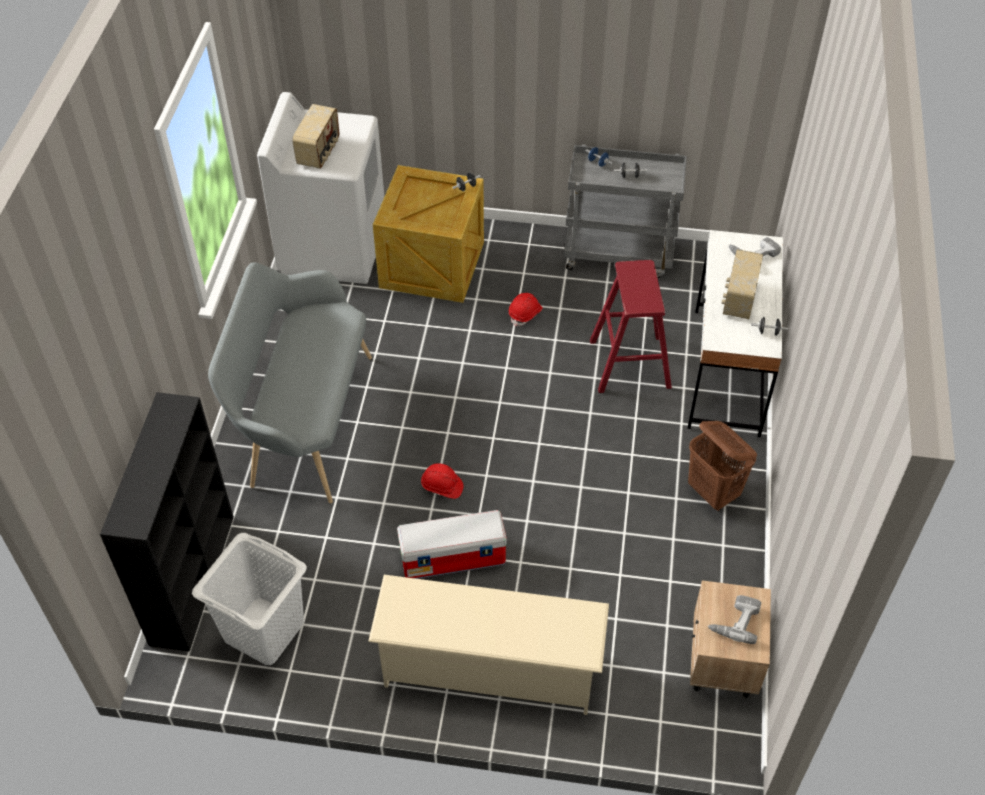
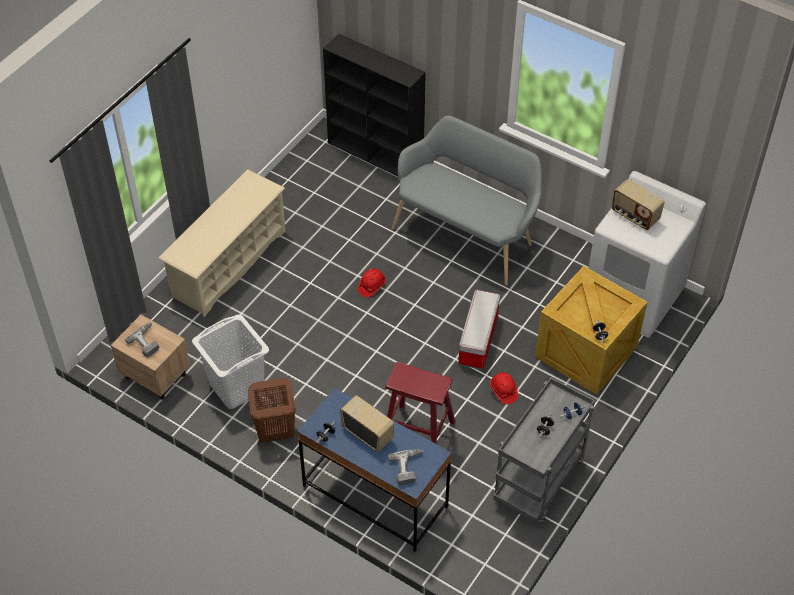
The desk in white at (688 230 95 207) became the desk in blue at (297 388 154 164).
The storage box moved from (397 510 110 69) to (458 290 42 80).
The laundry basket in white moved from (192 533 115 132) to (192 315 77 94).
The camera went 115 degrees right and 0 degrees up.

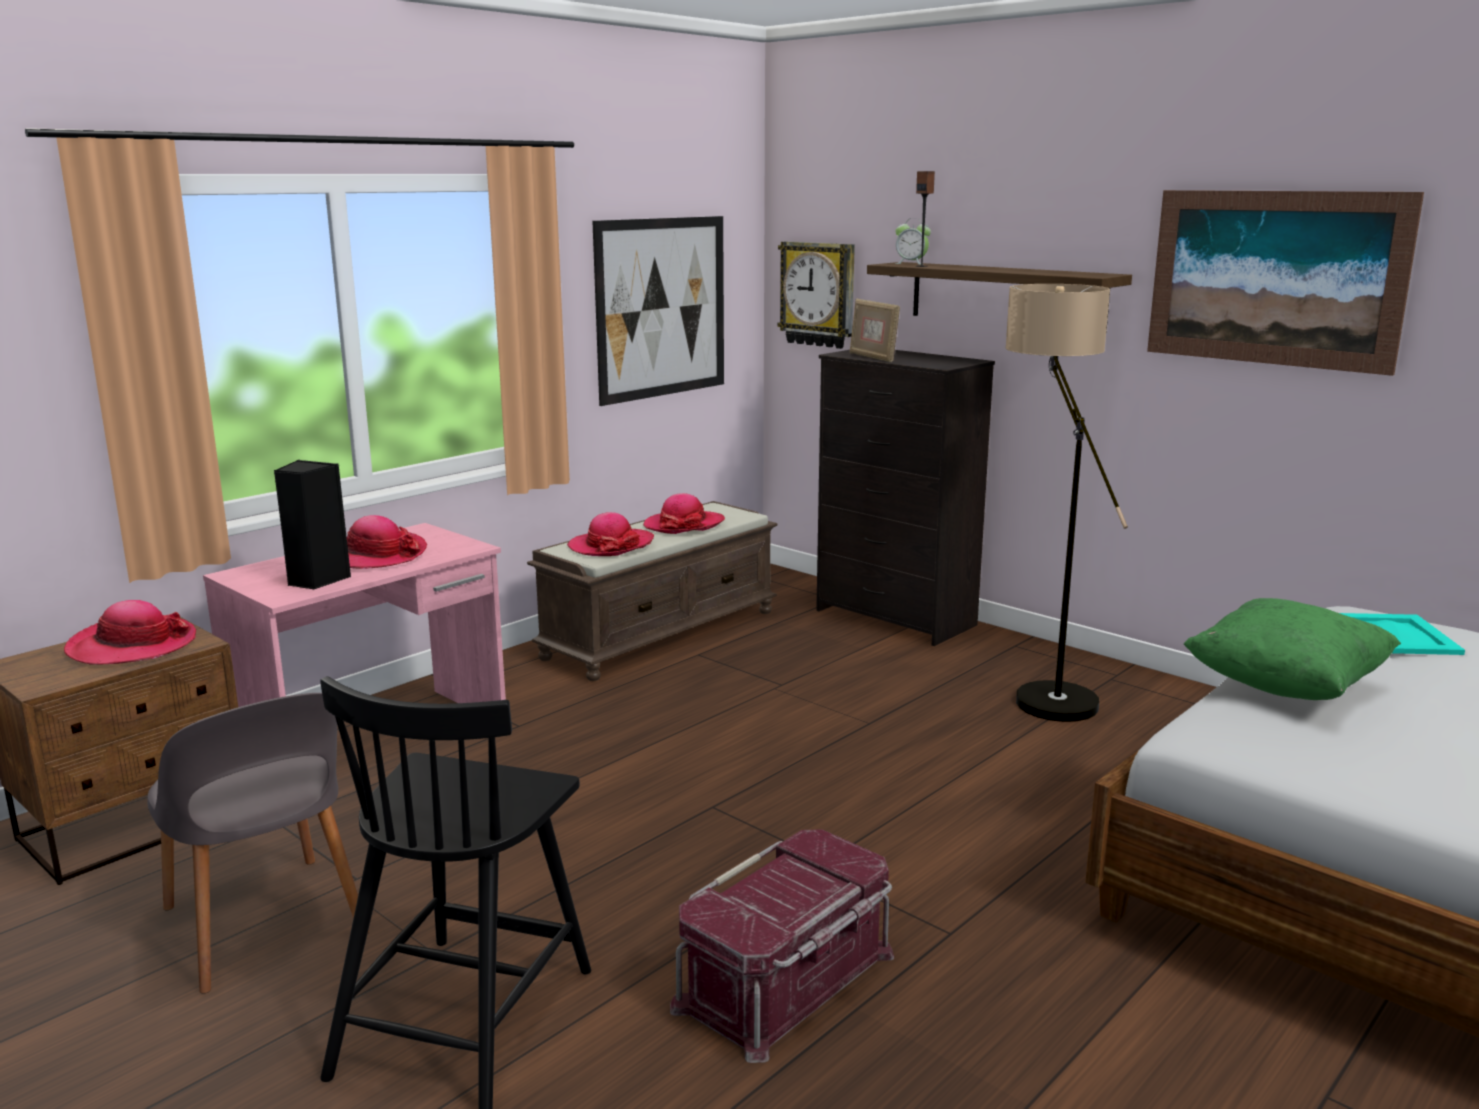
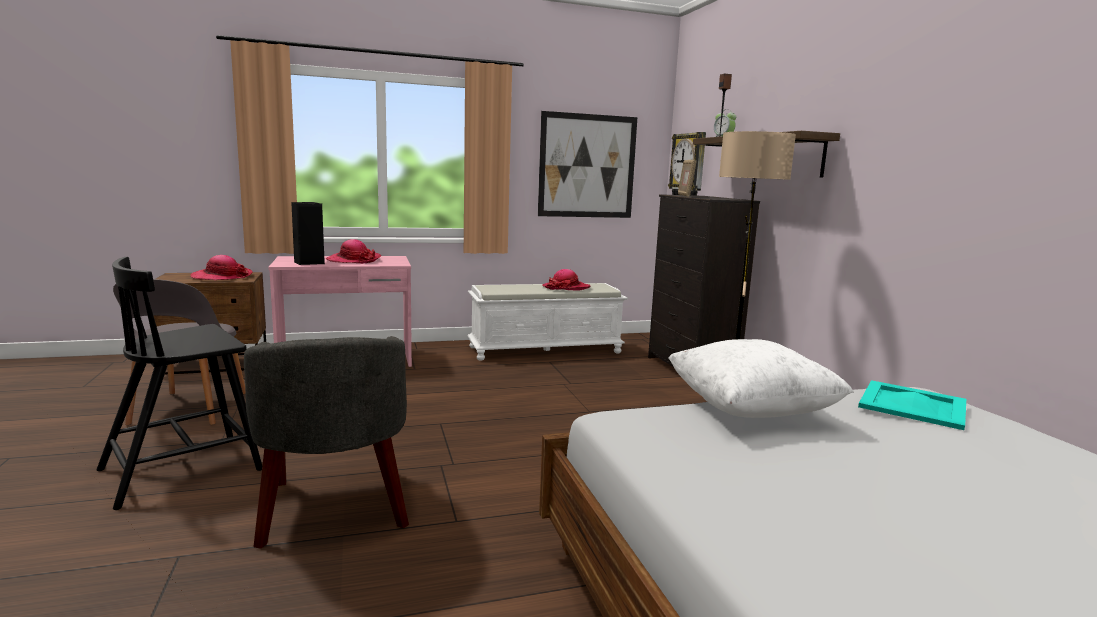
The picture at (1147 190 277 186) disappeared.
The bench in brown at (527 501 251 180) became the bench in white at (467 283 161 78).
The hat at (567 512 87 44) disappeared.
The pillow in green at (1183 598 218 102) became the pillow in white at (668 339 186 79).
The storage box in red at (670 829 224 234) was replaced by the armchair in grey at (244 336 165 213).
The camera went 30 degrees right and 5 degrees down.

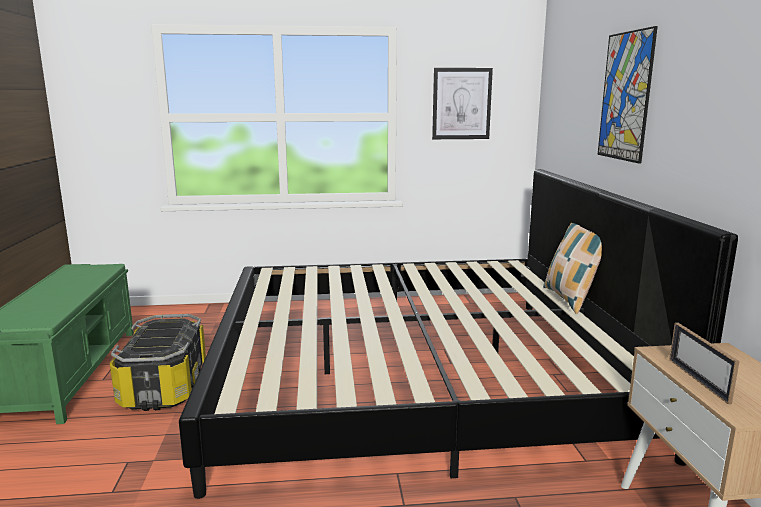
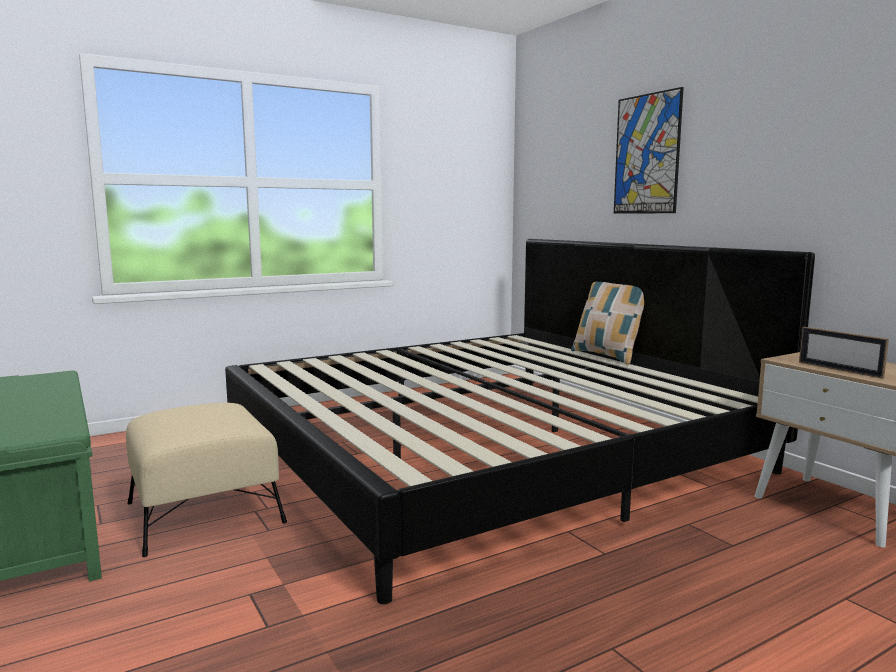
The picture at (432 68 61 71) disappeared.
The storage box at (110 314 96 97) was replaced by the ottoman in beige at (126 403 161 154).
The camera went 25 degrees left and 5 degrees down.

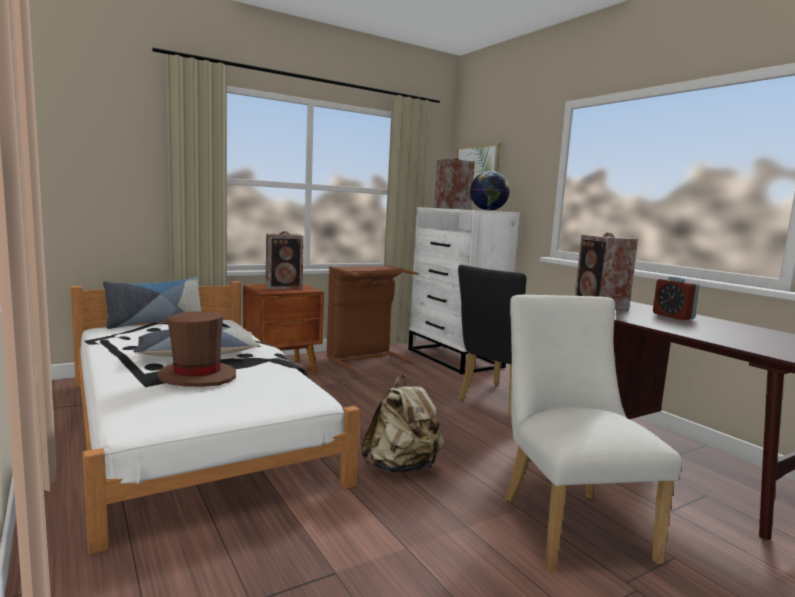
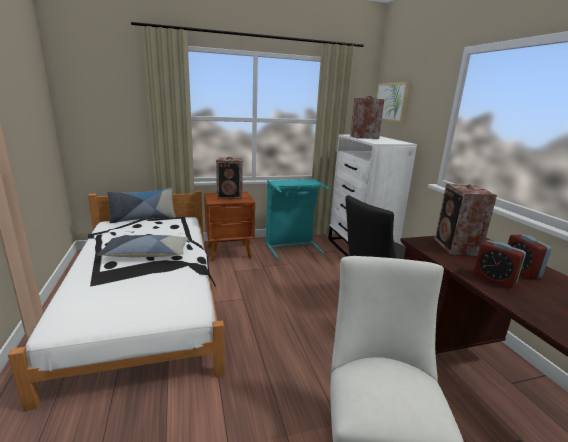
The globe at (470 171 40 40) disappeared.
The laundry basket in brown at (326 265 92 107) became the laundry basket in turquoise at (265 179 66 80).
The hat in brown at (157 311 79 76) disappeared.
The backpack in beige at (361 375 83 98) disappeared.
The alarm clock at (473 240 53 48) appeared.
The camera went 15 degrees right and 10 degrees up.

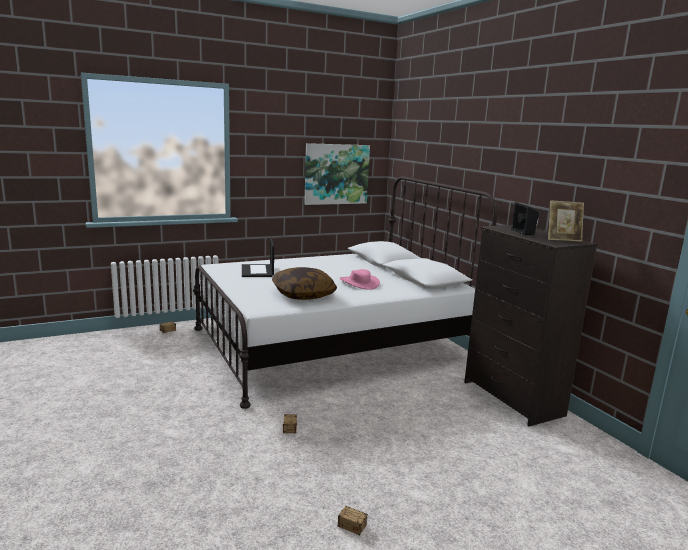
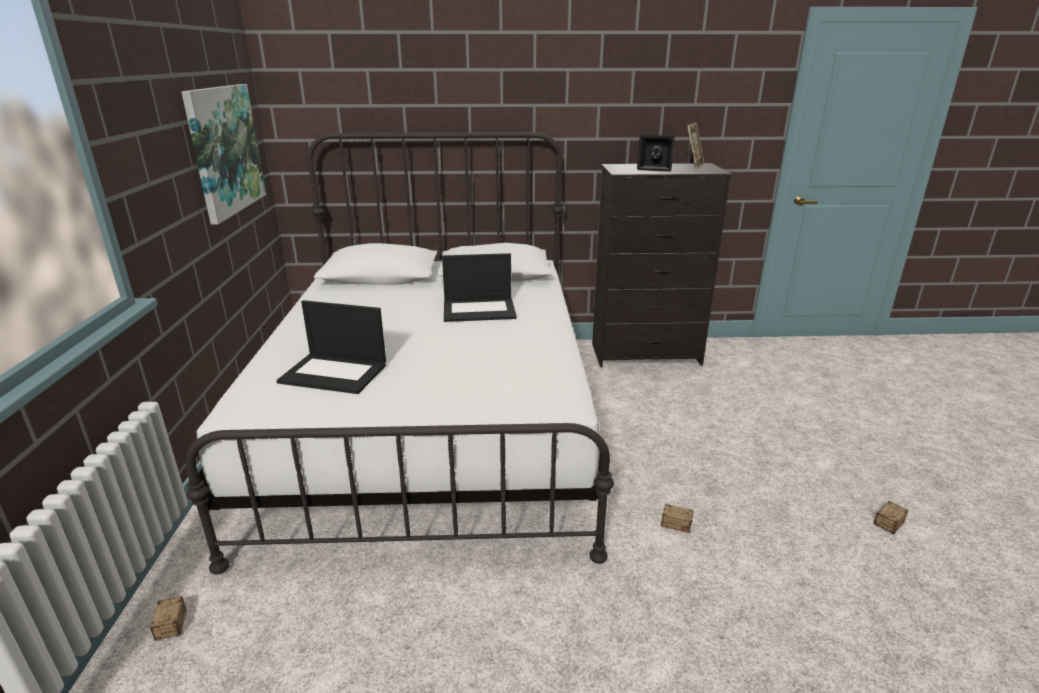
The pillow at (272 267 65 33) disappeared.
The hat in pink at (340 269 40 21) was replaced by the laptop at (442 253 75 69).
The camera went 65 degrees left and 10 degrees up.

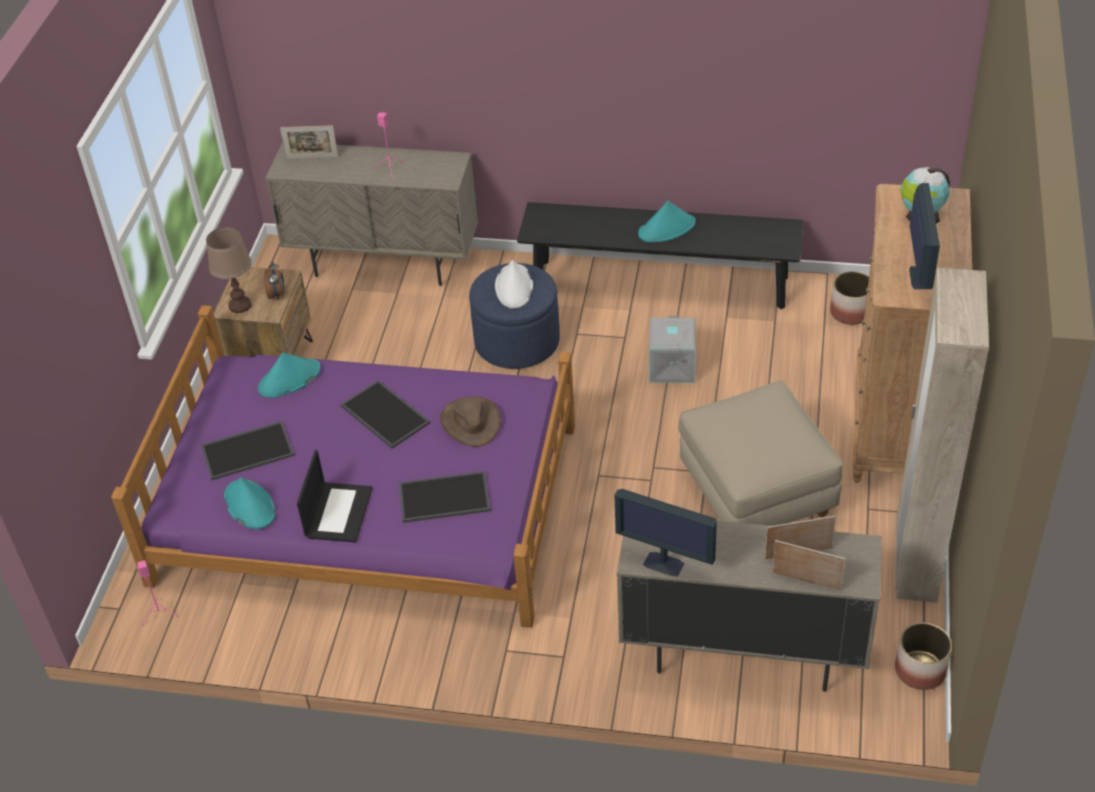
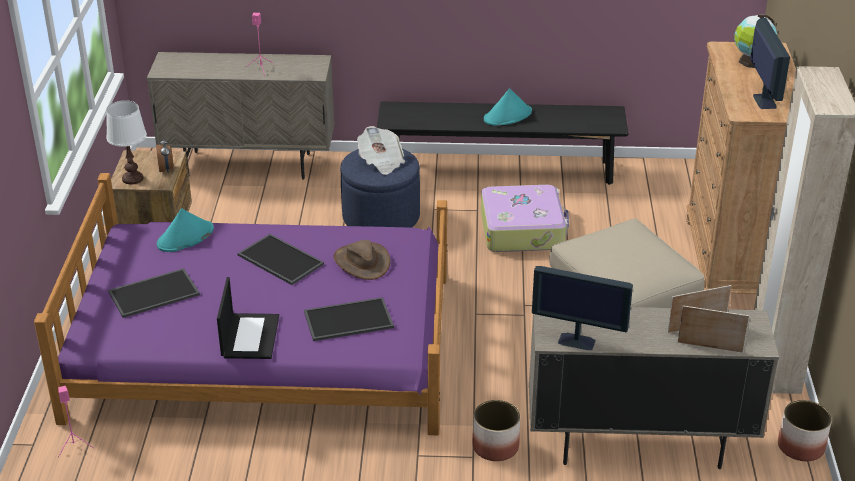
The picture frame at (280 125 58 34) disappeared.
The table lamp in brown at (206 227 46 86) became the table lamp in white at (106 100 41 84).
The hat in white at (495 260 38 49) was replaced by the newspaper at (357 126 48 49).
The planter moved from (830 271 39 54) to (472 400 48 61).
The storage box in grey at (649 316 47 67) was replaced by the suitcase at (481 185 88 67).
The hat in turquoise at (224 477 51 52) disappeared.
The camera went 10 degrees left and 10 degrees down.

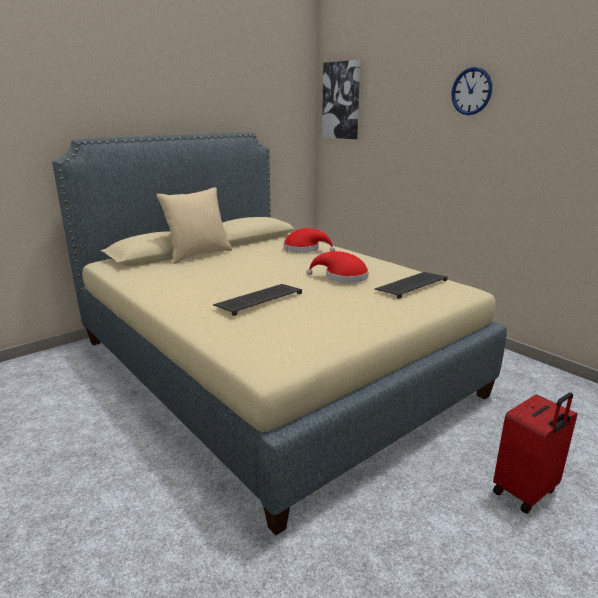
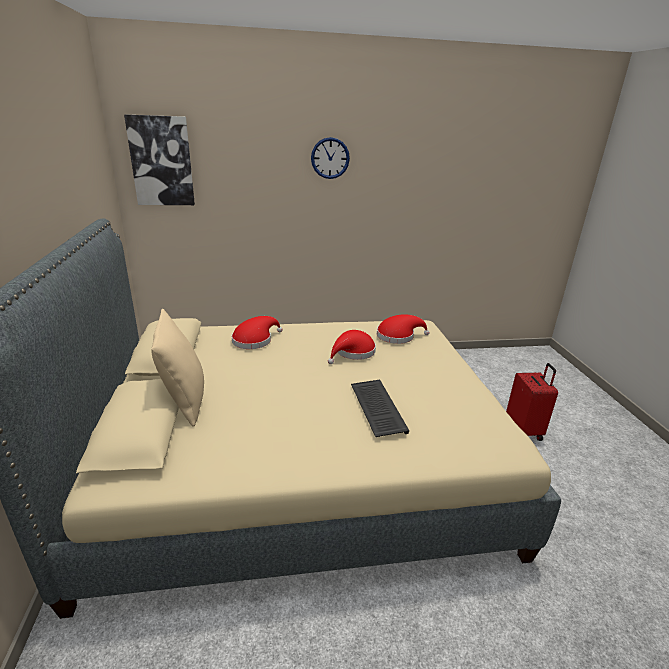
The keyboard at (374 272 74 27) was replaced by the hat in red at (377 314 53 30).
The camera went 60 degrees left and 5 degrees up.

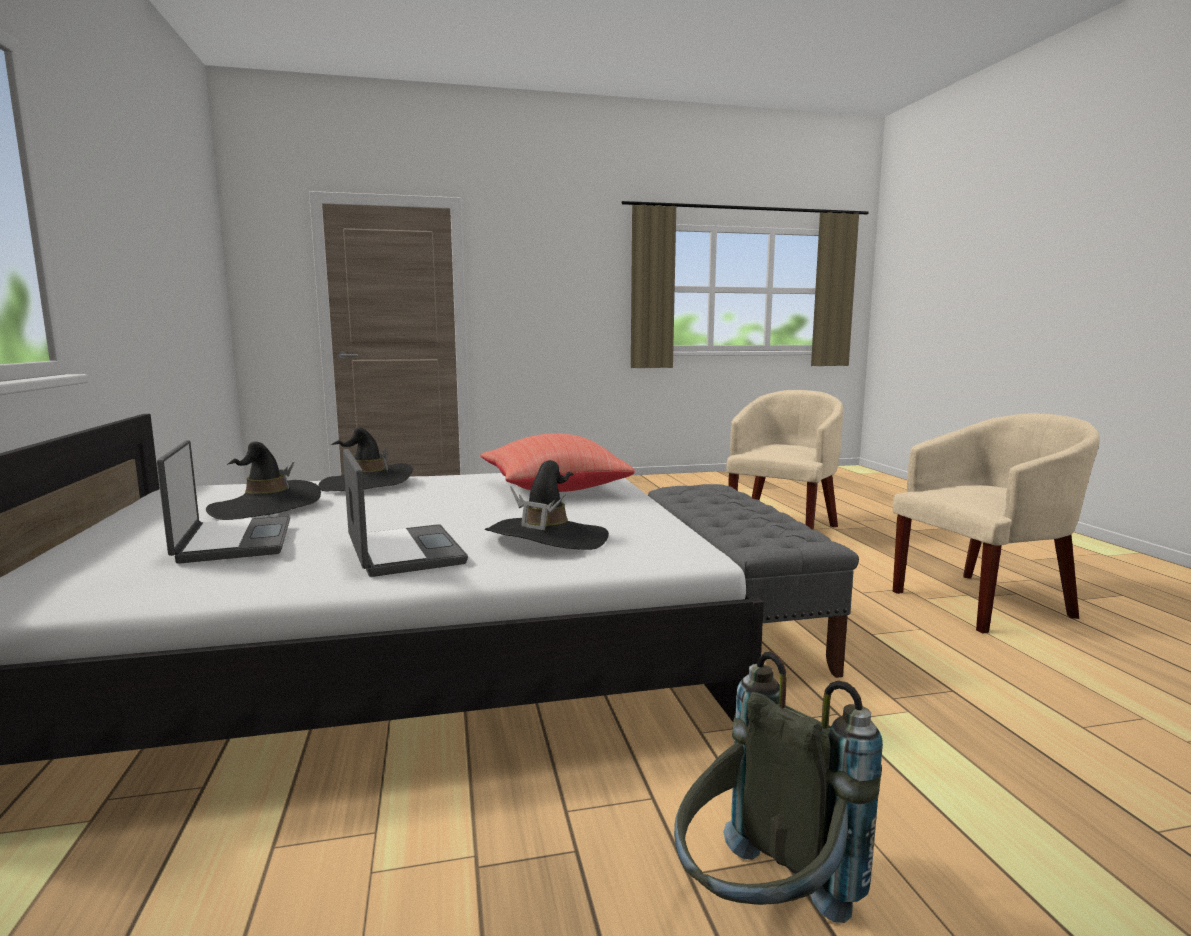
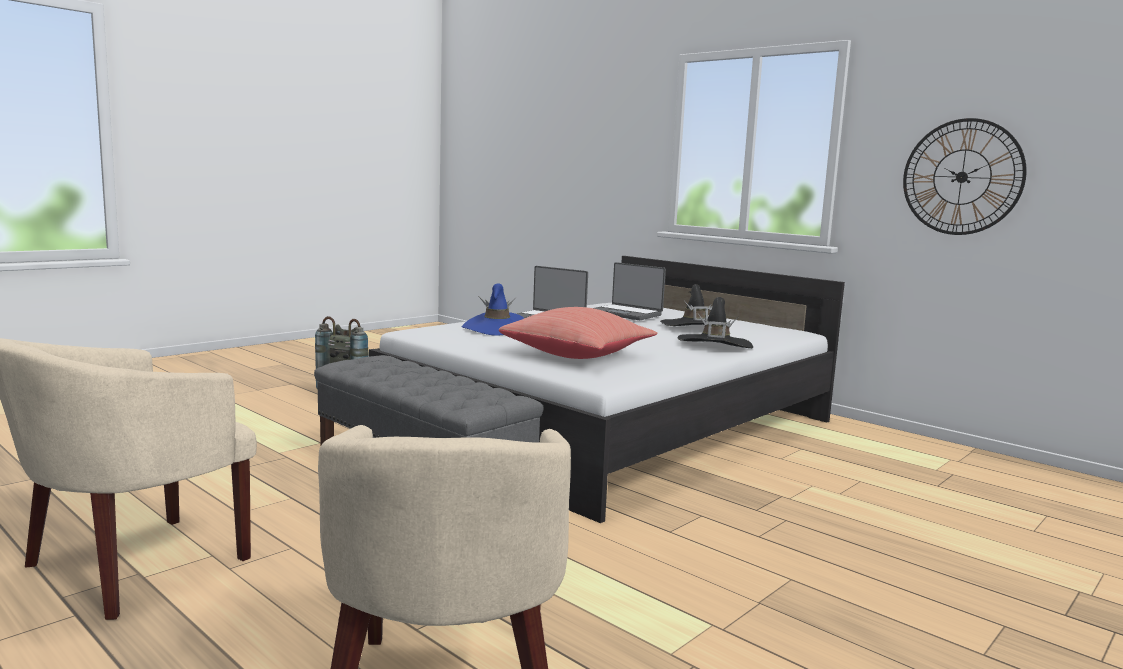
The hat in black at (485 460 124 90) became the hat in blue at (462 284 62 52).
The wall clock at (903 118 124 117) appeared.
The camera went 145 degrees right and 0 degrees up.

